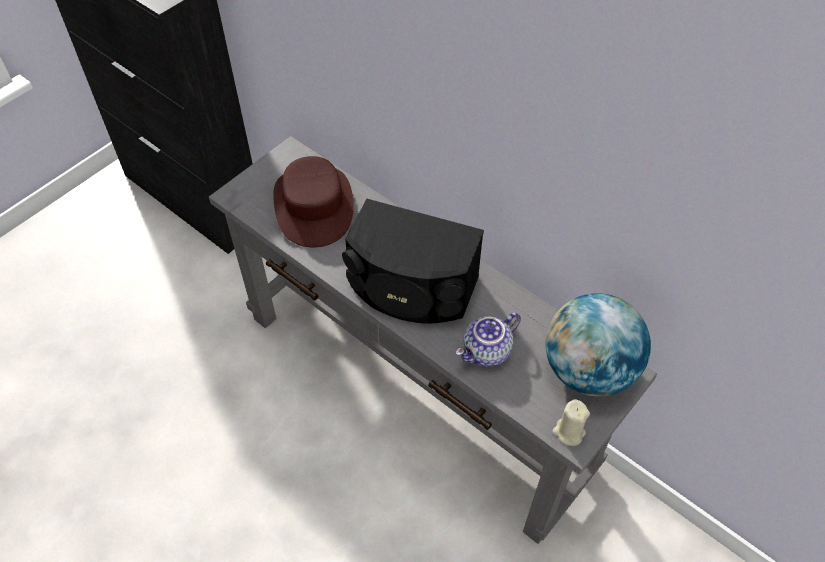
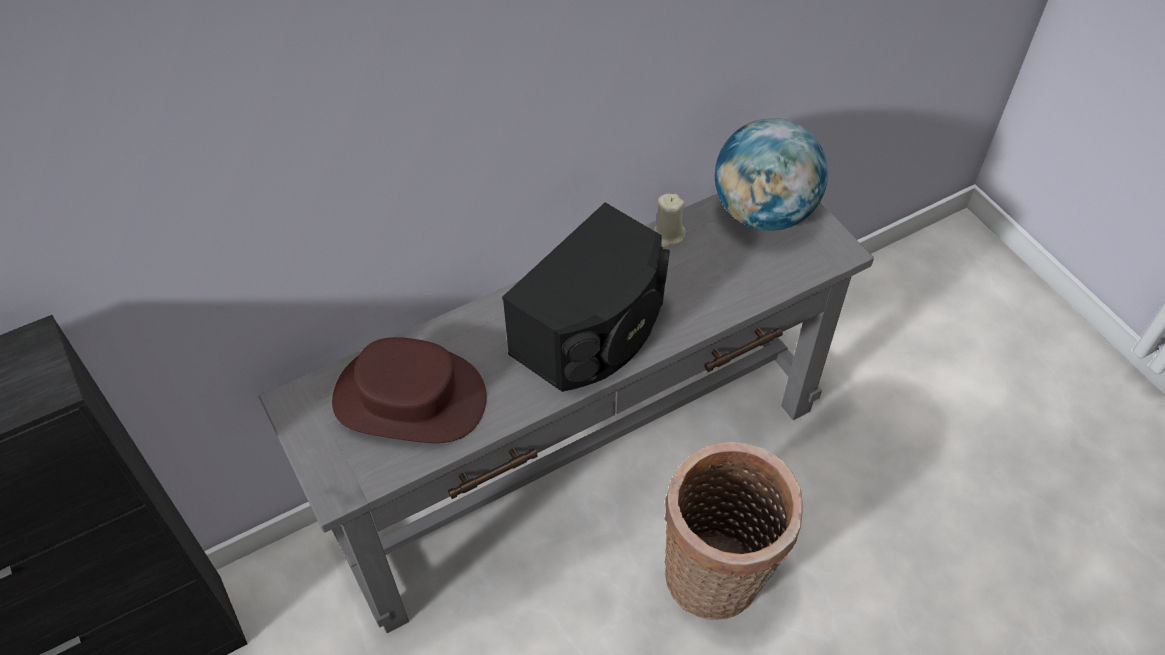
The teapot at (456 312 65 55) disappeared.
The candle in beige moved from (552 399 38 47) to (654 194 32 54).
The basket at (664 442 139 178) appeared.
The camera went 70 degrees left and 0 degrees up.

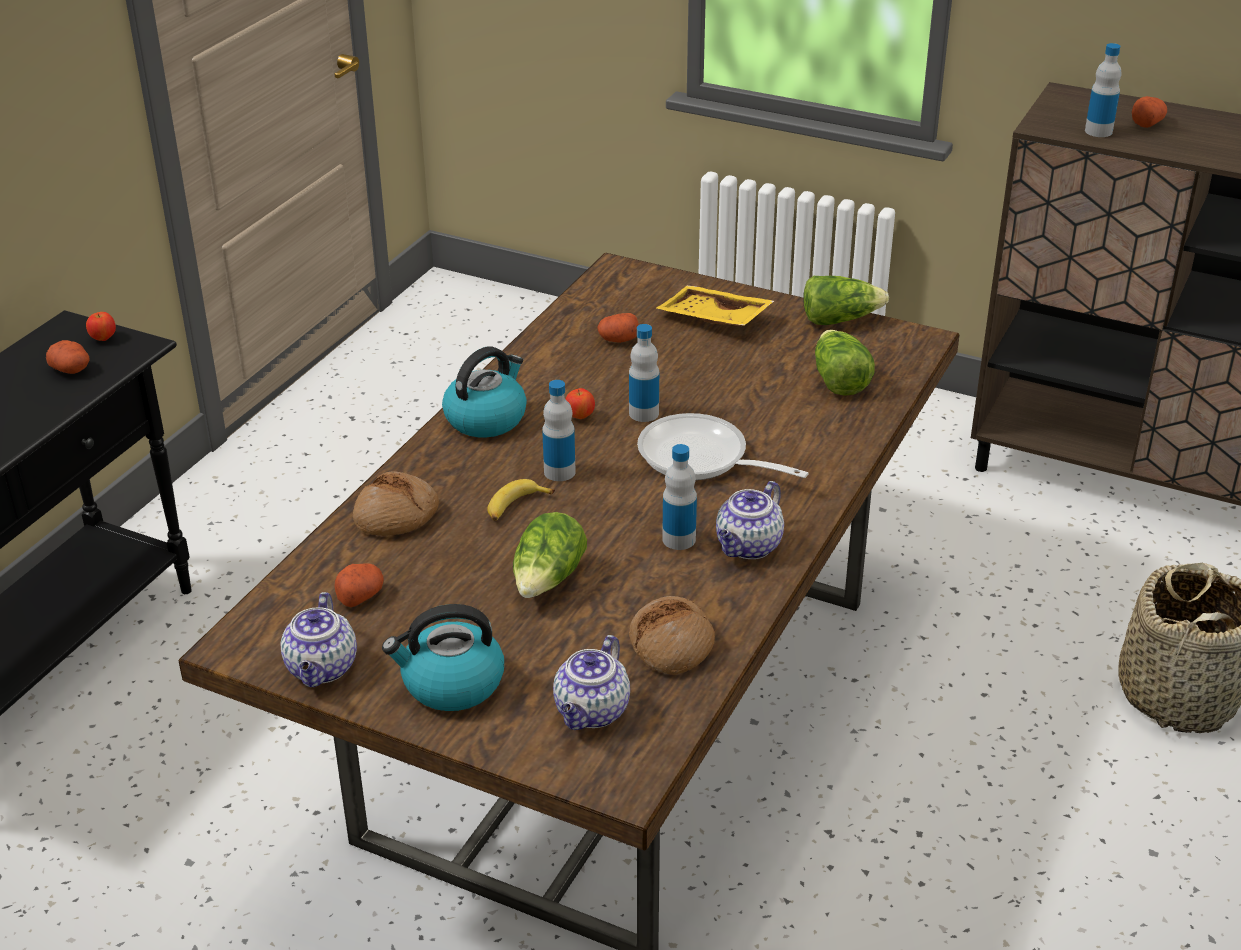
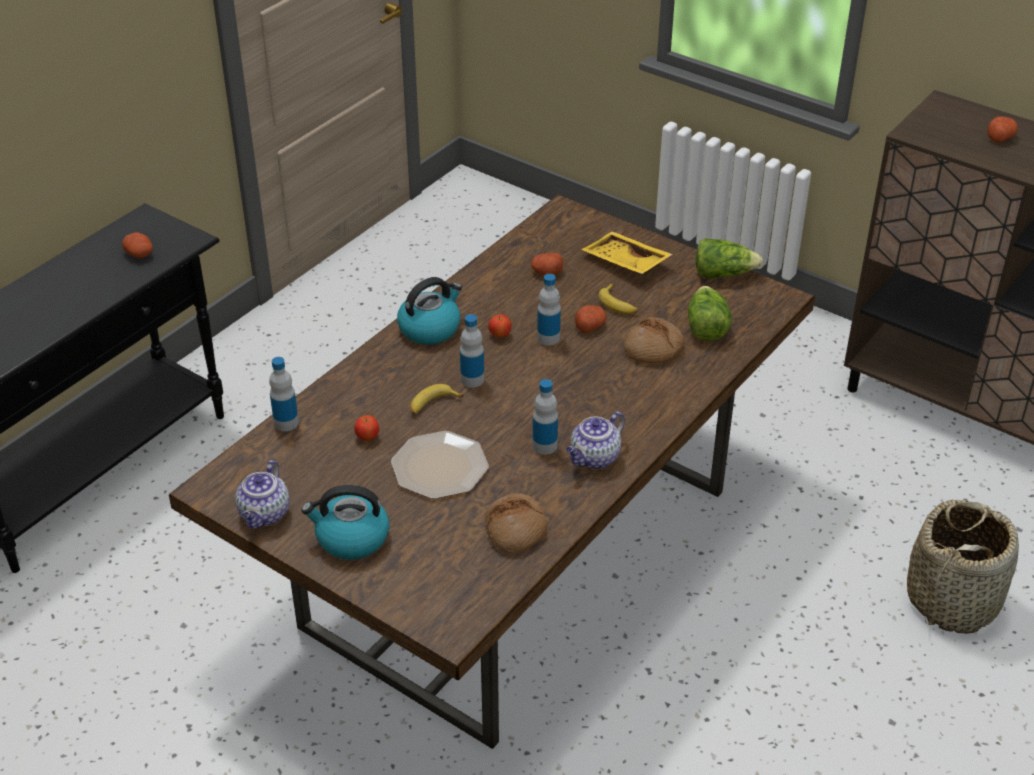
The bottle moved from (1085 43 36 94) to (269 357 30 74).
The apple moved from (86 312 30 29) to (354 415 25 26).
The frying pan at (637 413 172 67) disappeared.
The bread moved from (353 471 86 65) to (624 317 60 46).
The lettuce at (513 512 74 86) was replaced by the plate at (391 431 98 68).
The potato moved from (334 563 50 44) to (575 305 32 28).
The teapot at (553 635 77 95) disappeared.
The banana at (598 283 40 32) appeared.
The camera went 10 degrees right and 5 degrees up.

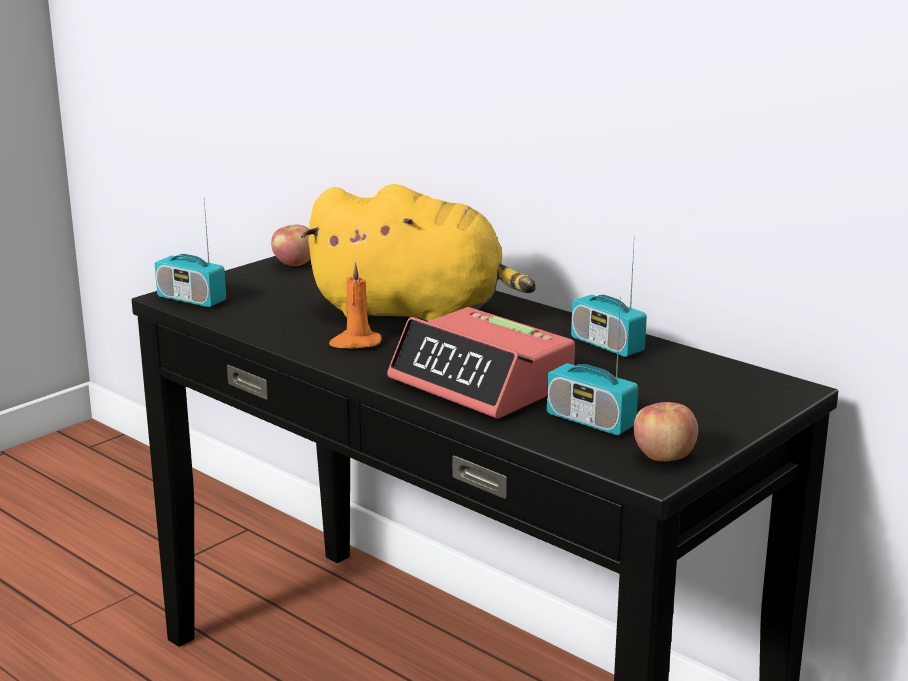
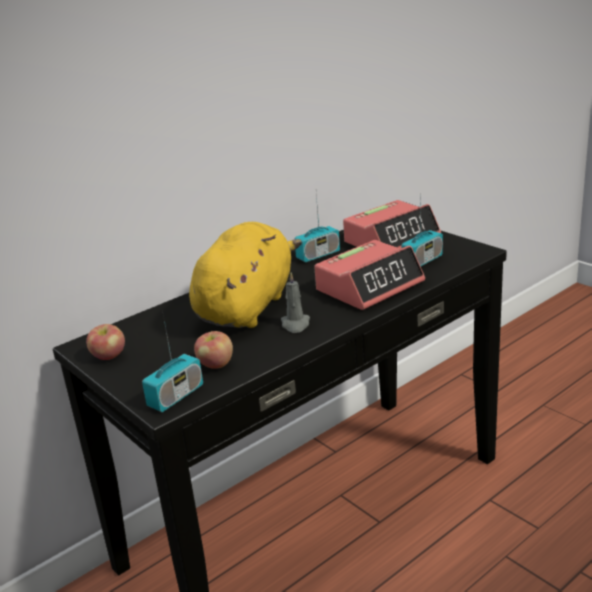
The candle in orange at (329 262 52 86) became the candle in grey at (281 272 29 61).
The apple moved from (633 402 65 60) to (194 331 39 38).
The alarm clock at (343 200 98 48) appeared.
The camera went 80 degrees left and 5 degrees up.

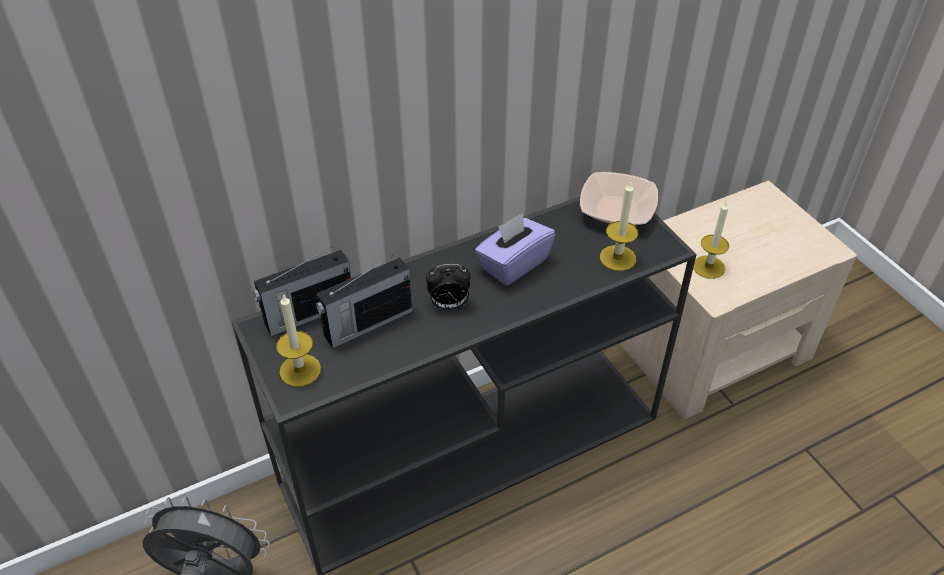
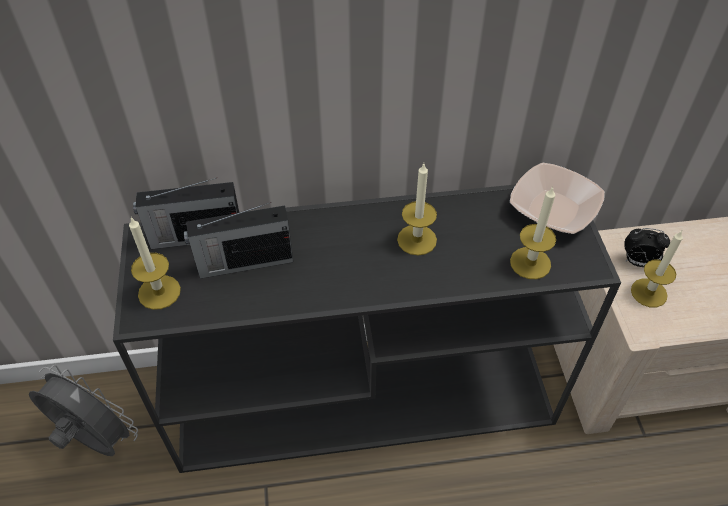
The tissue box in purple at (475 213 81 73) was replaced by the candle at (397 164 40 91).
The alarm clock moved from (426 264 45 46) to (624 228 46 39).
The camera went 20 degrees right and 5 degrees up.

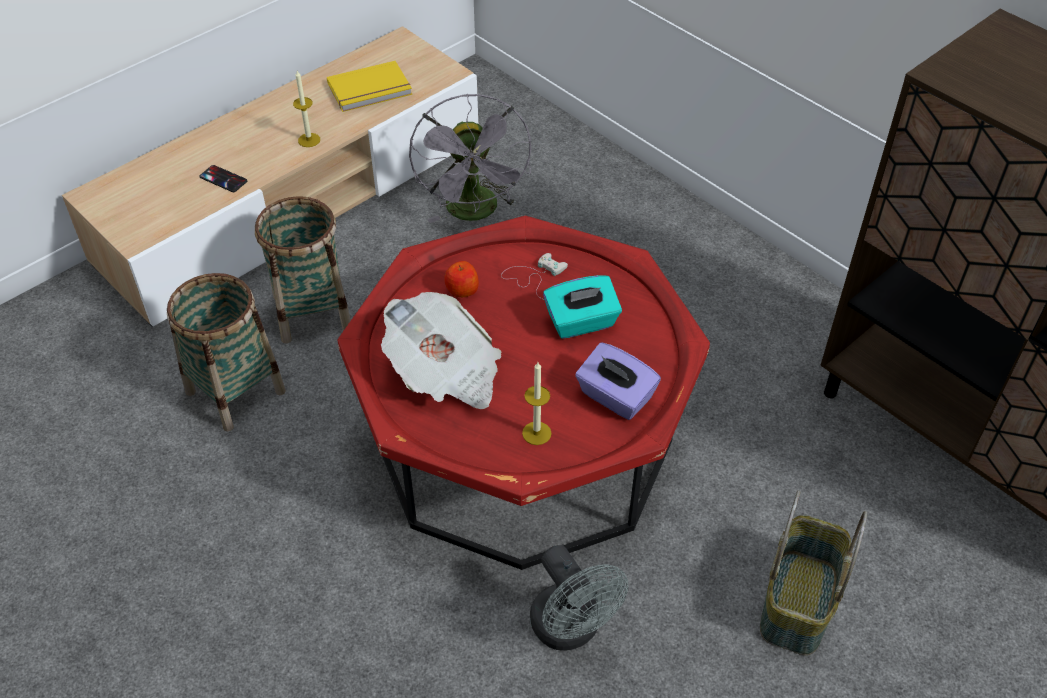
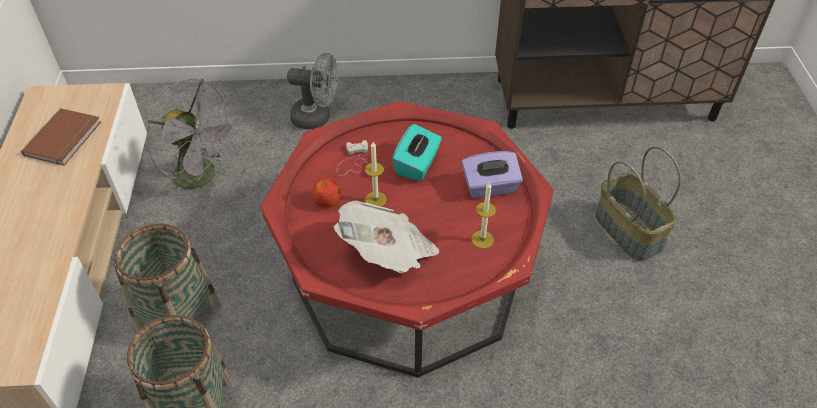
The book in yellow at (327 61 85 51) became the book in brown at (21 108 80 58).
The candle moved from (293 71 27 76) to (365 142 22 65).
The phone at (200 165 47 27) disappeared.
The fan in grey moved from (530 545 98 106) to (287 53 52 76).
The camera went 50 degrees left and 0 degrees up.

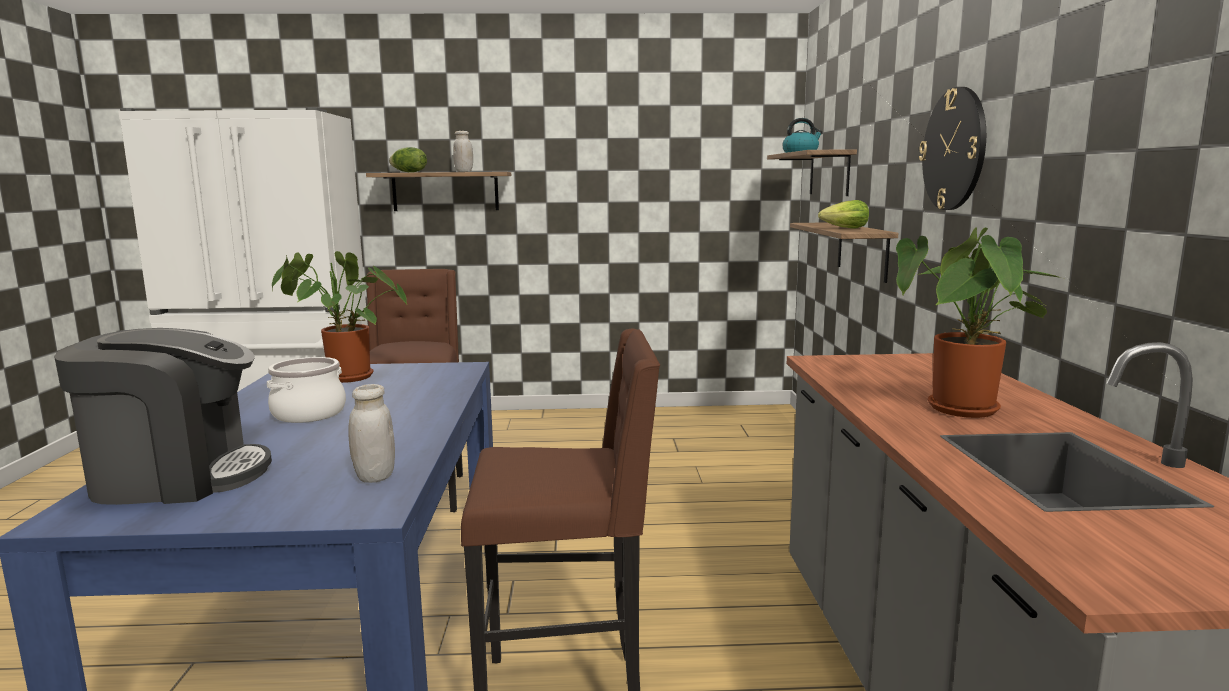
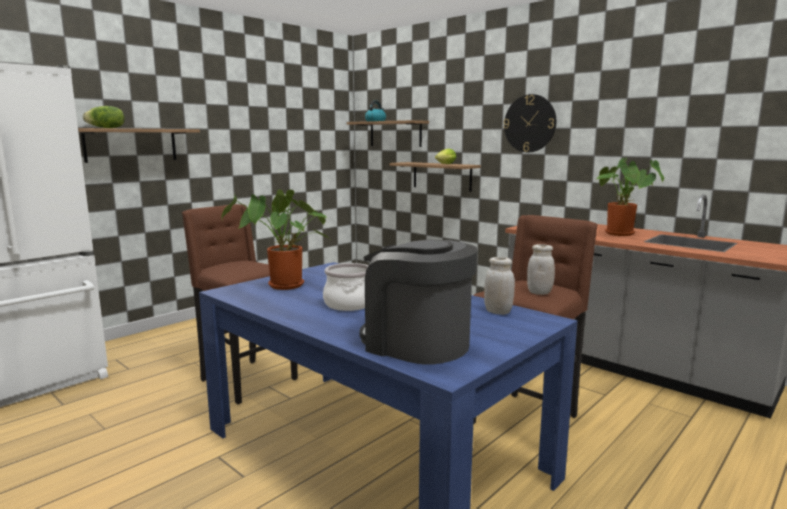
The jar in white moved from (453 131 20 41) to (527 244 28 51).
The coffee machine at (54 328 218 177) turned 90 degrees counterclockwise.
The camera went 45 degrees left and 0 degrees up.

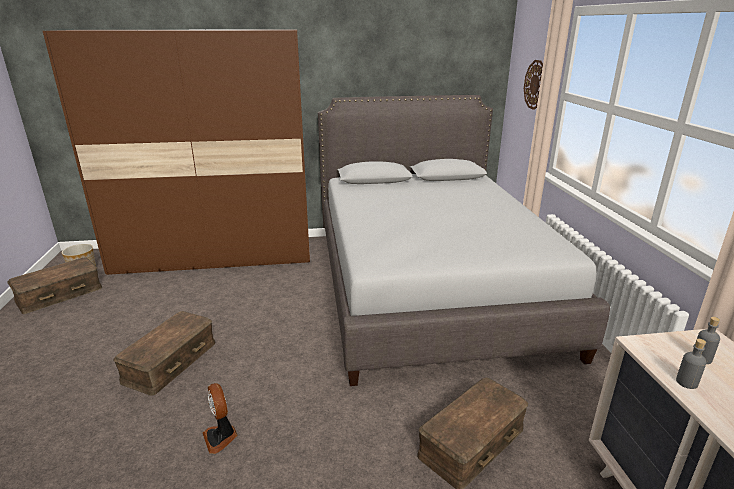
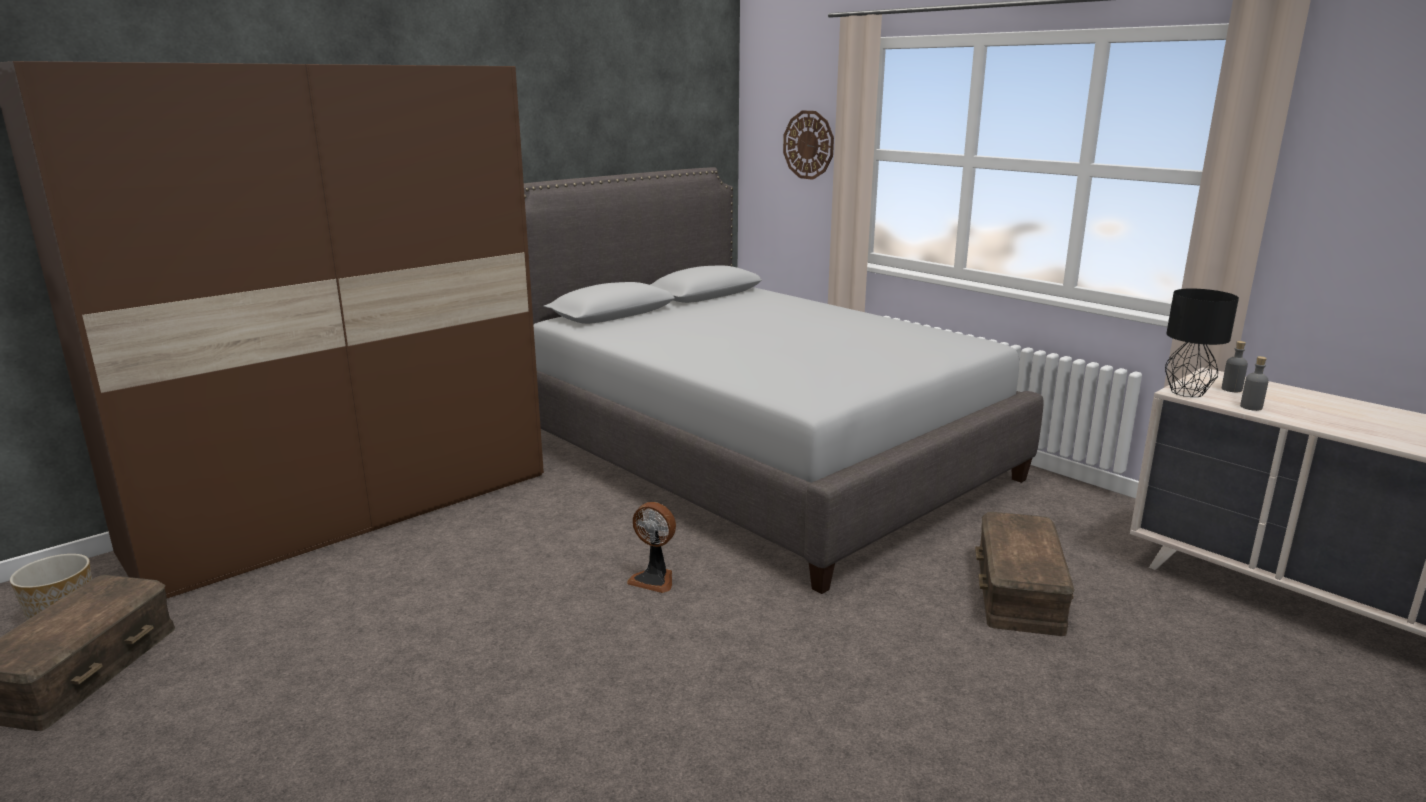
The storage box in brown at (113 311 102 85) disappeared.
The fan moved from (203 383 35 71) to (627 502 49 91).
The table lamp in black at (1165 289 74 108) appeared.
The camera went 35 degrees left and 5 degrees down.

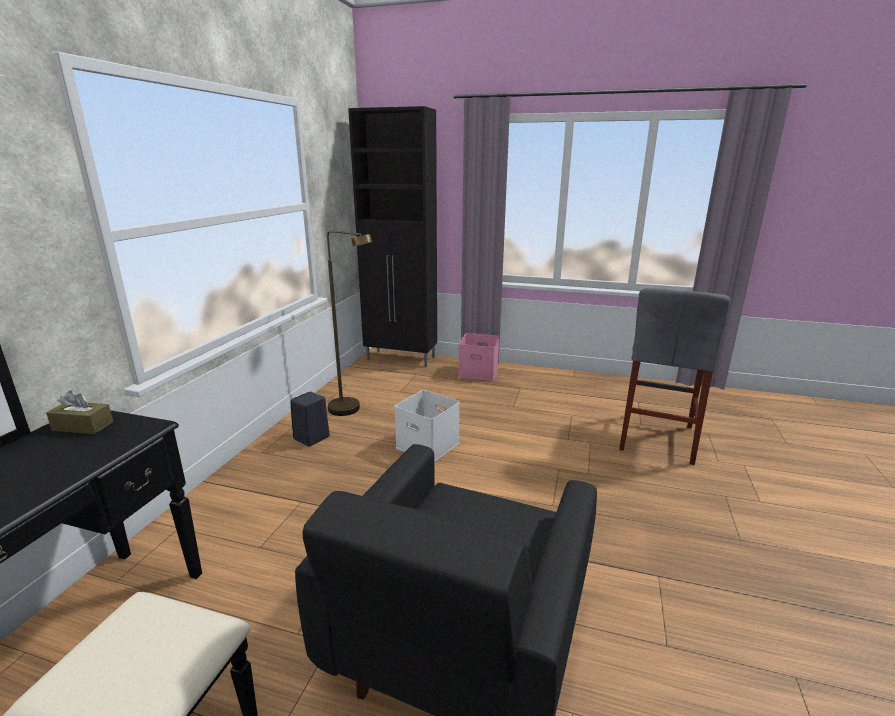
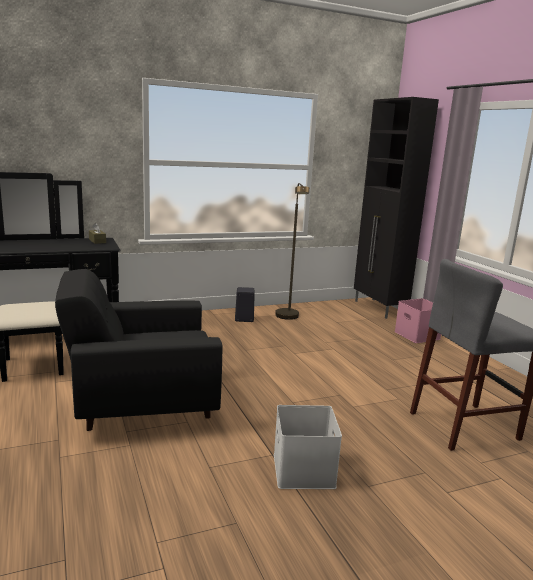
The storage box in white moved from (394 390 66 72) to (274 405 68 84).
The camera went 50 degrees right and 5 degrees down.

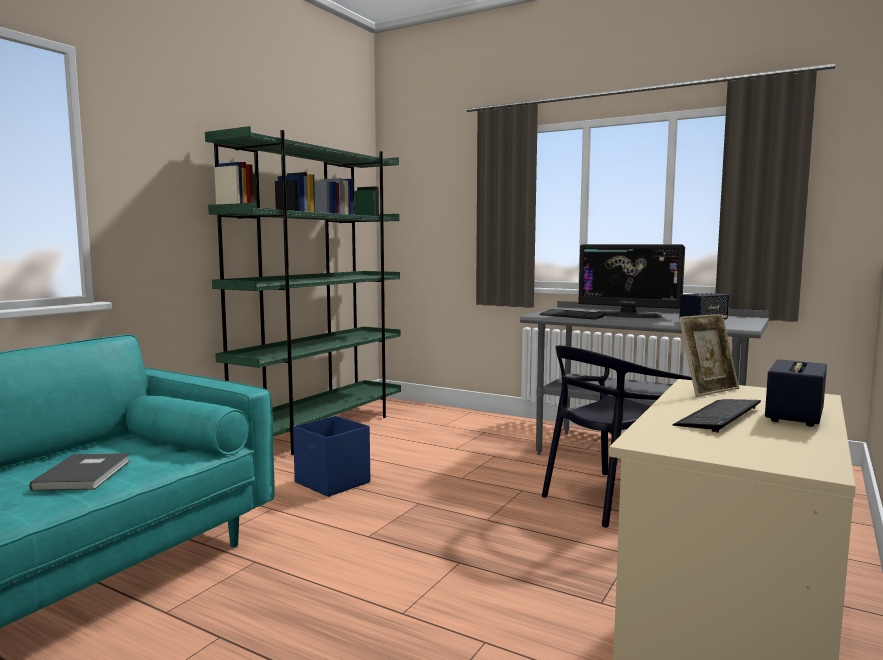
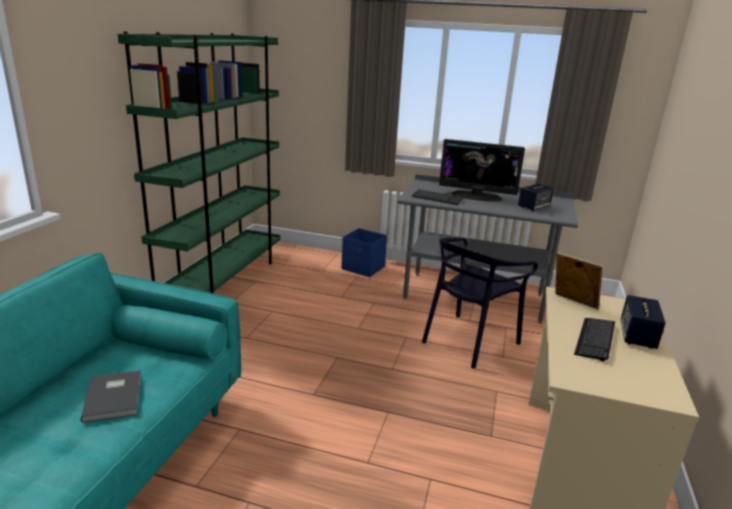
The picture frame at (679 314 60 83) turned 90 degrees counterclockwise.
The storage box in blue moved from (293 416 77 81) to (342 228 45 49).
The camera went 15 degrees left and 15 degrees up.

